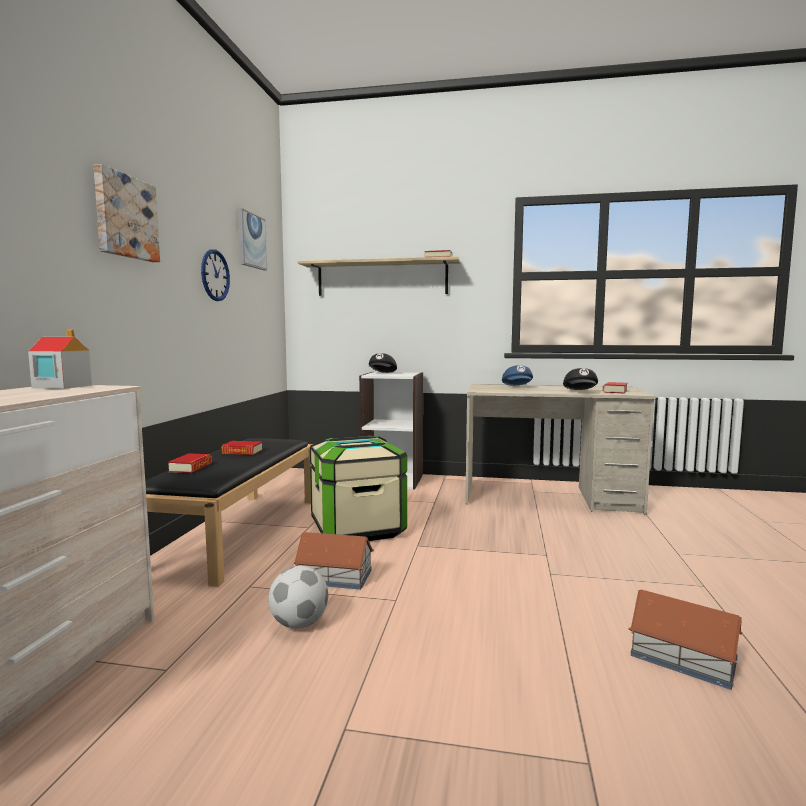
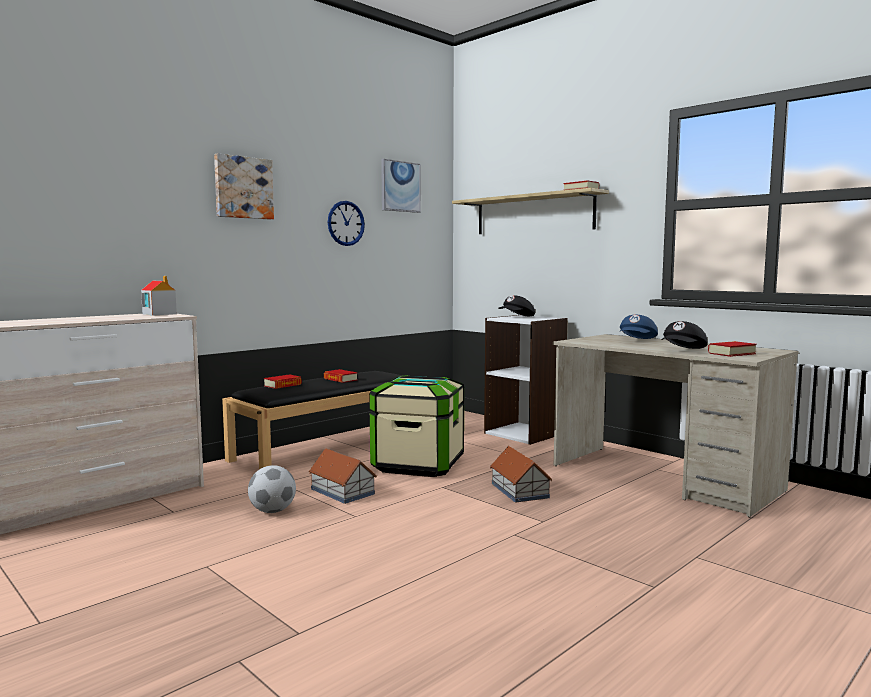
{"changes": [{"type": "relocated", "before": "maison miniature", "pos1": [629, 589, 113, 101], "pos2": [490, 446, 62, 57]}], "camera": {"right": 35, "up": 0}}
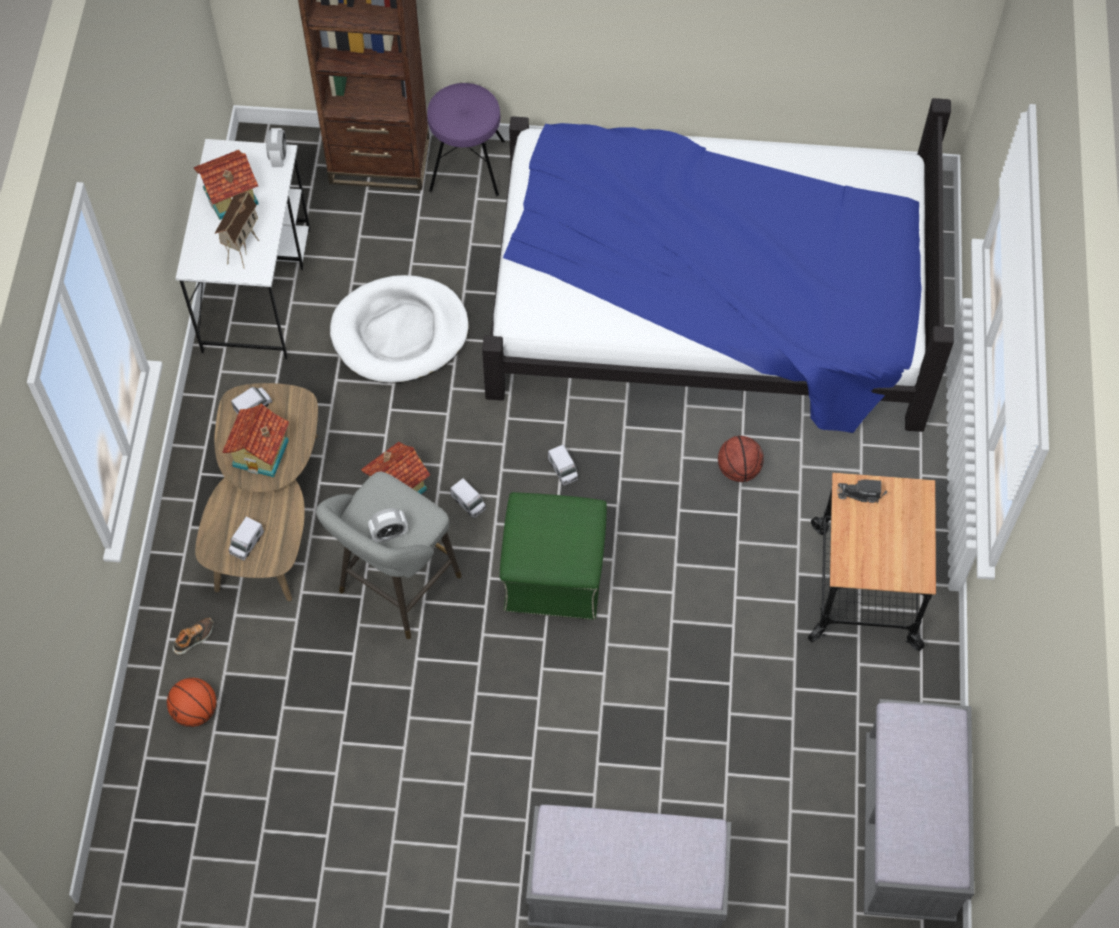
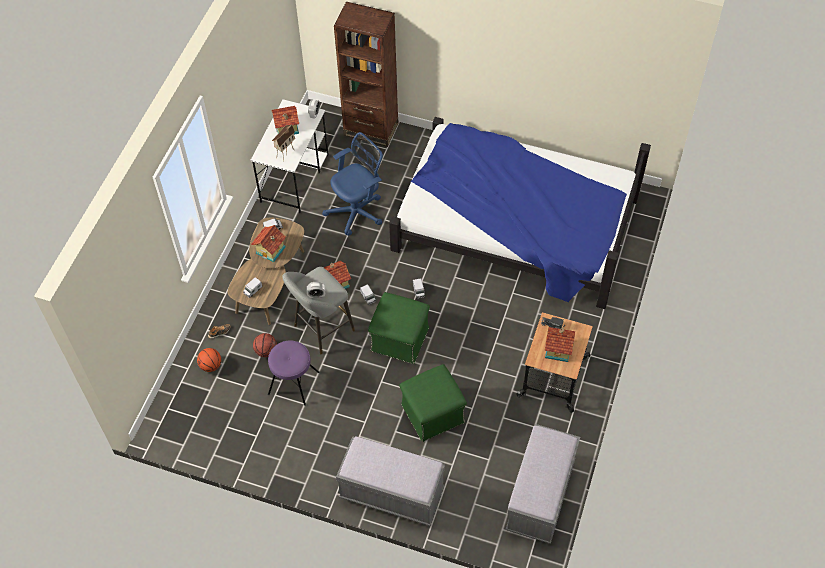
{"changes": [{"type": "relocated", "before": "ballon de basket", "pos1": [718, 436, 46, 46], "pos2": [253, 333, 24, 24]}, {"type": "relocated", "before": "tabouret/violet", "pos1": [427, 83, 78, 113], "pos2": [268, 340, 52, 66]}, {"type": "exchanged", "before": "panier pour chien/blanc", "after": "chaise de bureau/bleu", "pos1": [330, 275, 139, 108], "pos2": [322, 132, 61, 104]}, {"type": "appeared", "after": "pouf/vert", "pos2": [399, 364, 68, 78]}, {"type": "appeared", "after": "maison miniature", "pos2": [544, 327, 31, 35]}], "camera": {"right": 15, "up": -5}}
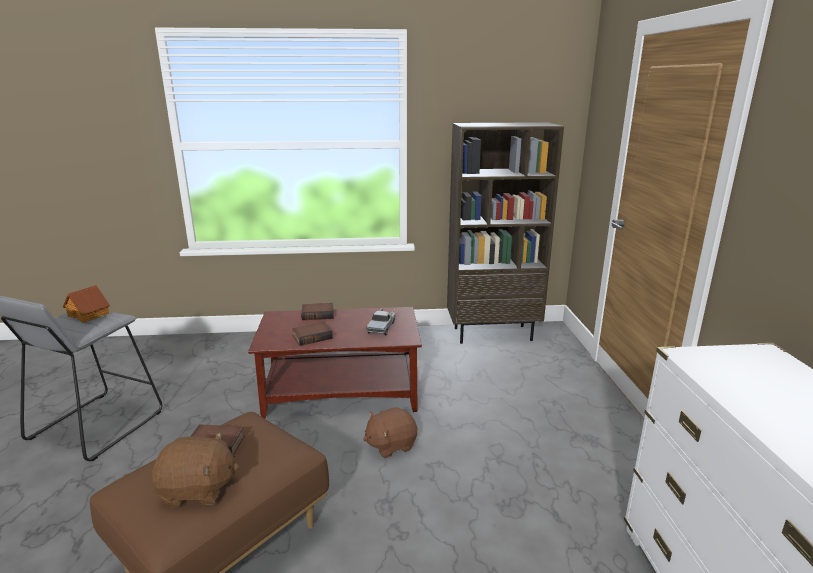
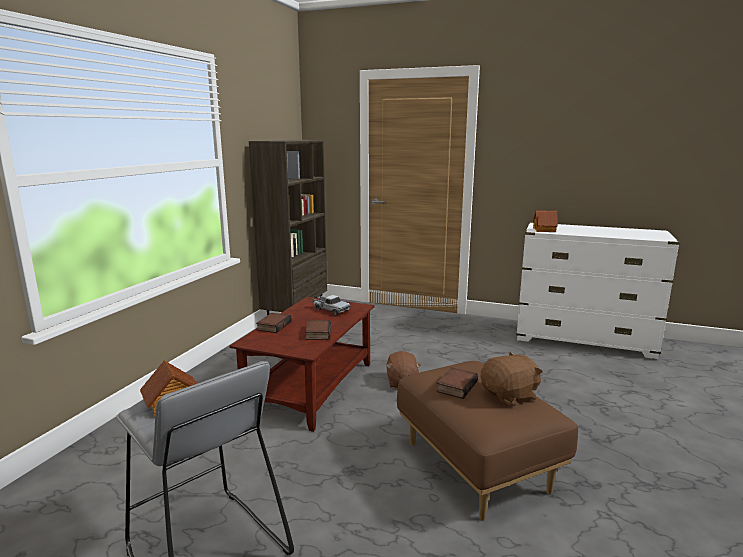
{"changes": [{"type": "spun", "before": "peluche/marron", "pos1": [152, 432, 88, 75], "pos2": [481, 352, 62, 55], "turn": 45}, {"type": "appeared", "after": "maison miniature", "pos2": [533, 210, 25, 22]}], "camera": {"right": -65, "up": -5}}
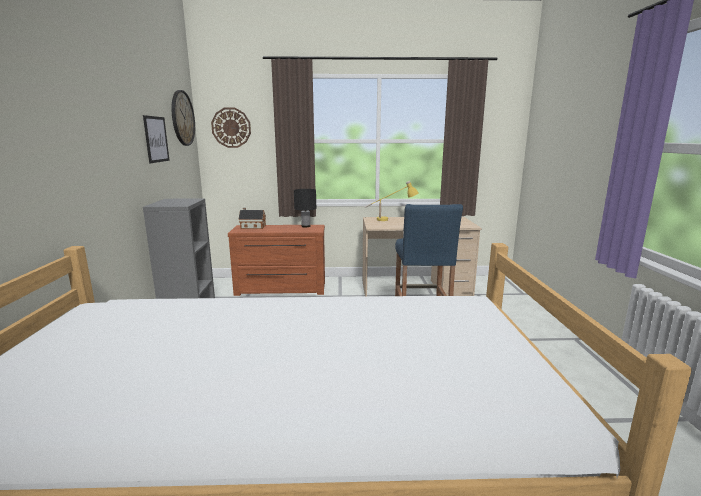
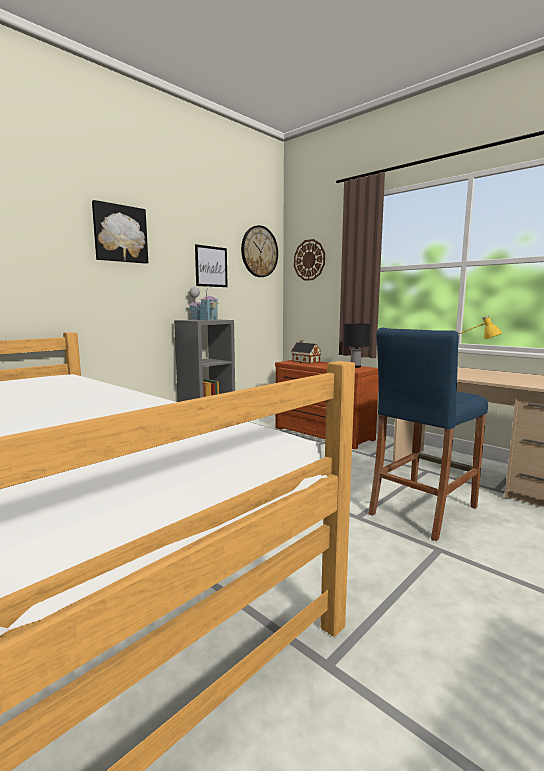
{"changes": [{"type": "appeared", "after": "tableau", "pos2": [92, 200, 56, 64]}, {"type": "appeared", "after": "maison miniature", "pos2": [188, 284, 31, 36]}], "camera": {"right": 45, "up": -5}}
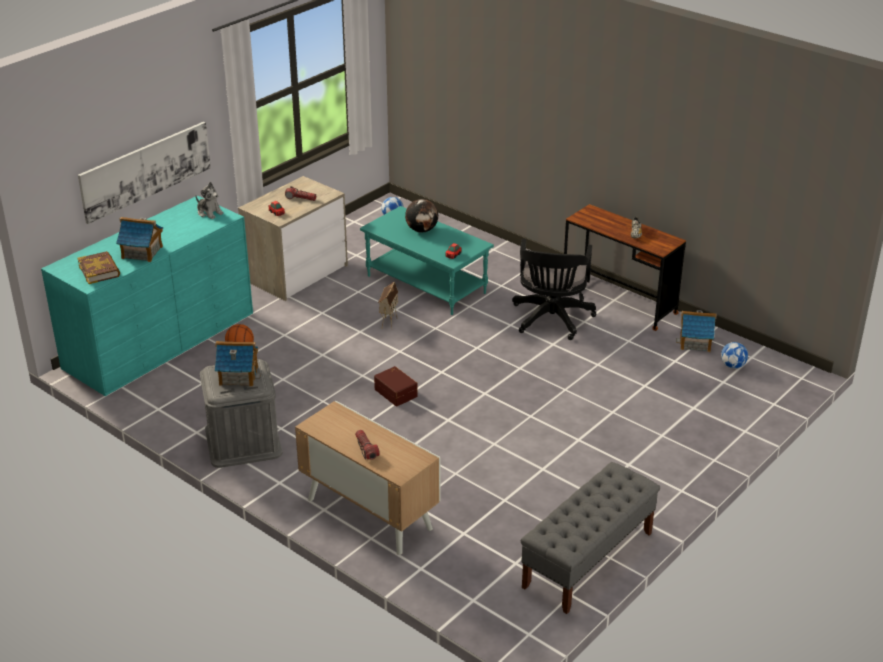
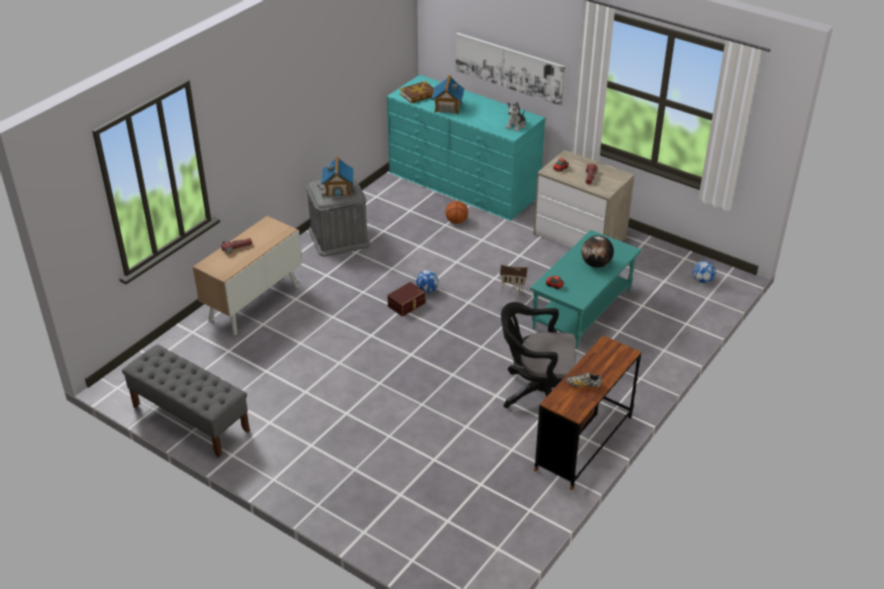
{"changes": [{"type": "relocated", "before": "ballon de foot", "pos1": [721, 342, 27, 27], "pos2": [416, 270, 23, 23]}, {"type": "missing", "before": "maison miniature", "pos1": [676, 310, 41, 42]}], "camera": {"right": 85, "up": 5}}
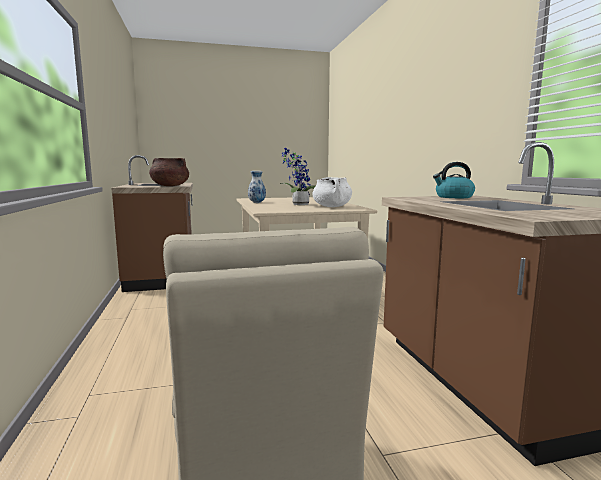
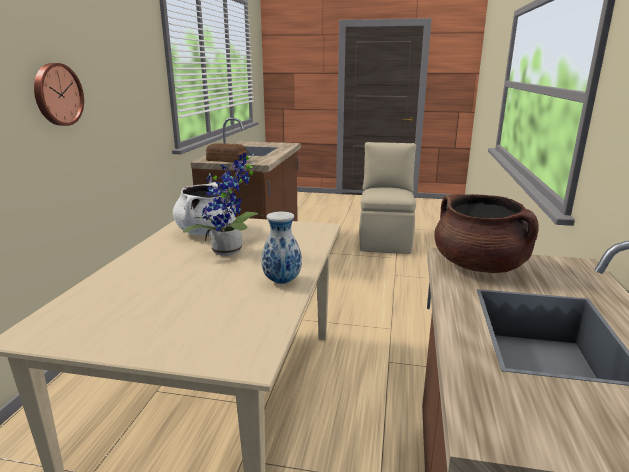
{"changes": [{"type": "appeared", "after": "horloge murale", "pos2": [34, 63, 50, 63]}, {"type": "exchanged", "before": "bouilloire", "after": "pain", "pos1": [433, 162, 42, 36], "pos2": [206, 143, 41, 19]}], "camera": {"right": -155, "up": 10}}
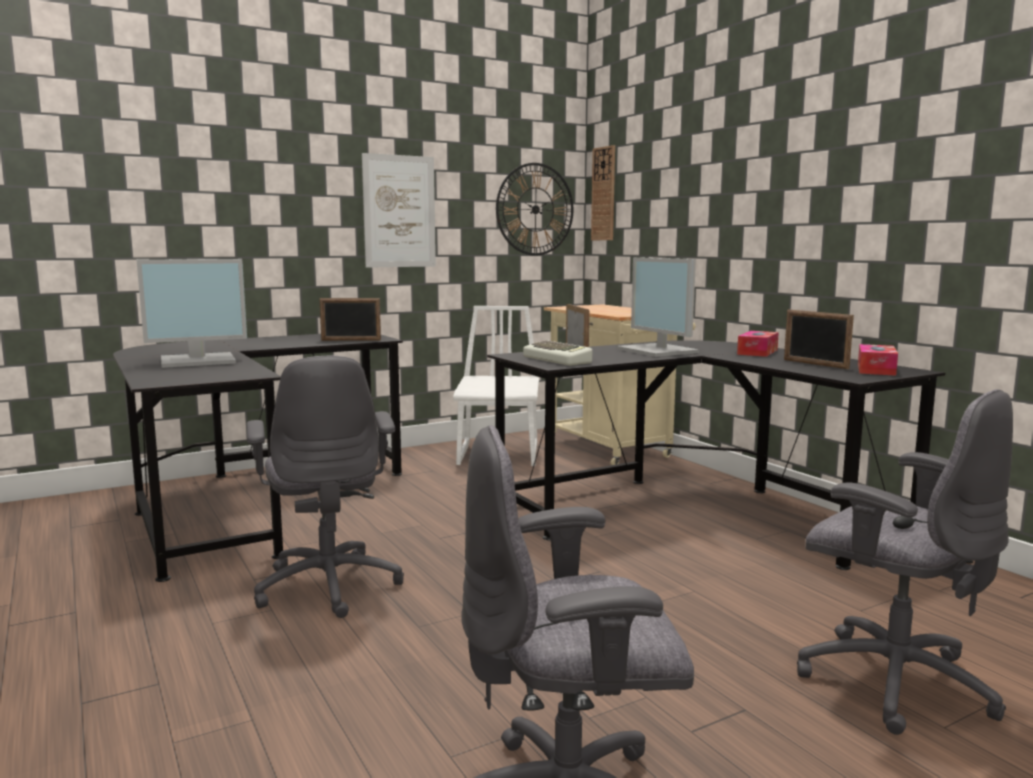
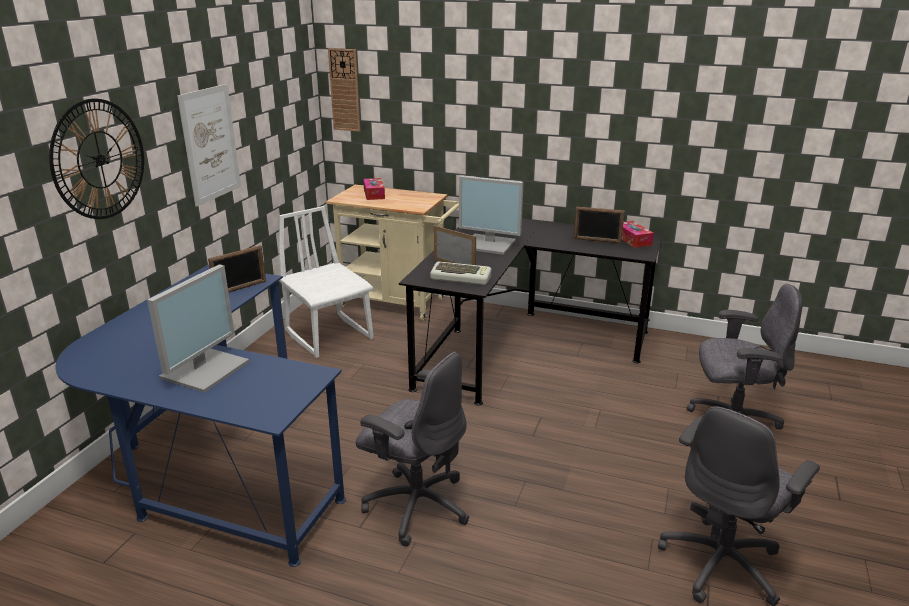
{"changes": [{"type": "relocated", "before": "horloge murale", "pos1": [496, 163, 77, 93], "pos2": [49, 99, 95, 120]}, {"type": "colour", "before": "bureau/noir", "after": "bureau/bleu", "pos1": [113, 334, 290, 248], "pos2": [55, 265, 291, 302]}, {"type": "relocated", "before": "boîte à mouchoirs", "pos1": [737, 331, 42, 26], "pos2": [363, 178, 22, 22]}], "camera": {"right": -40, "up": 15}}
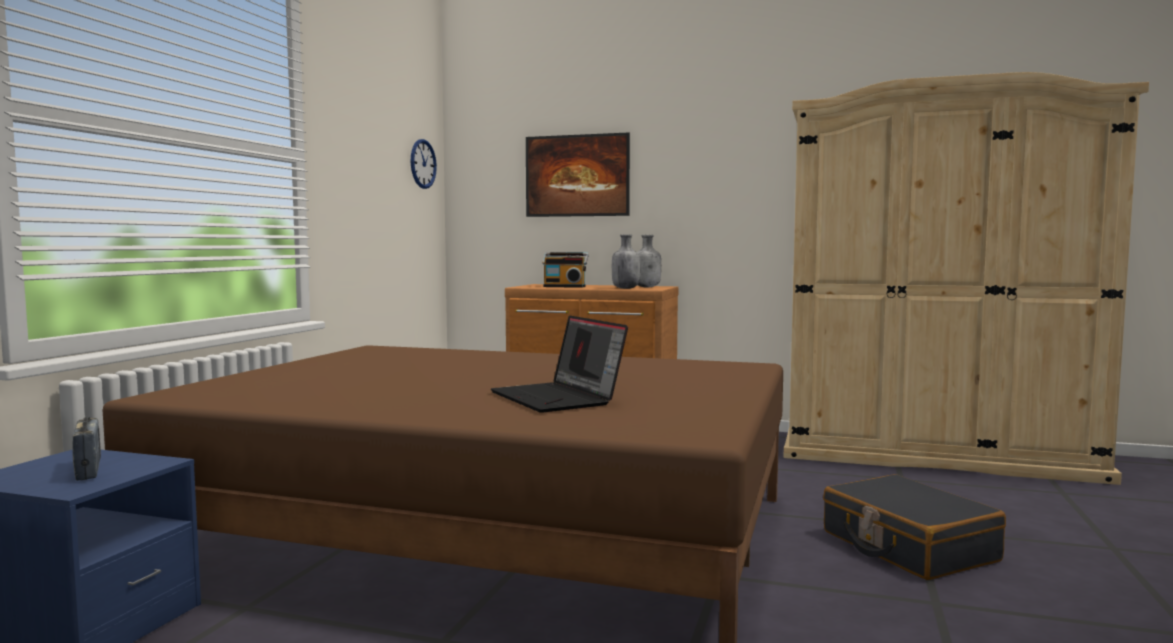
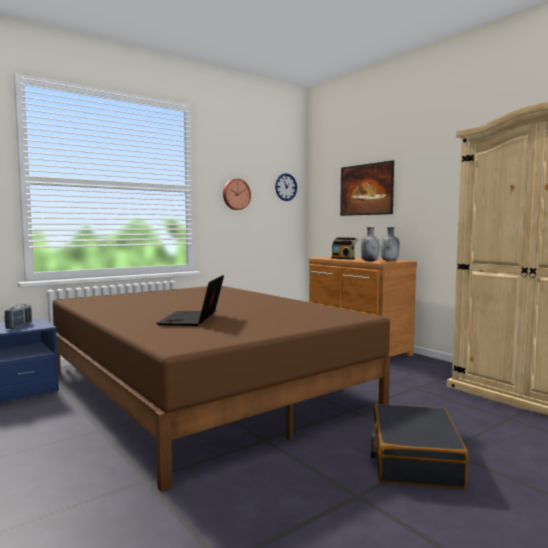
{"changes": [{"type": "appeared", "after": "horloge murale", "pos2": [223, 179, 28, 31]}], "camera": {"right": 35, "up": 0}}
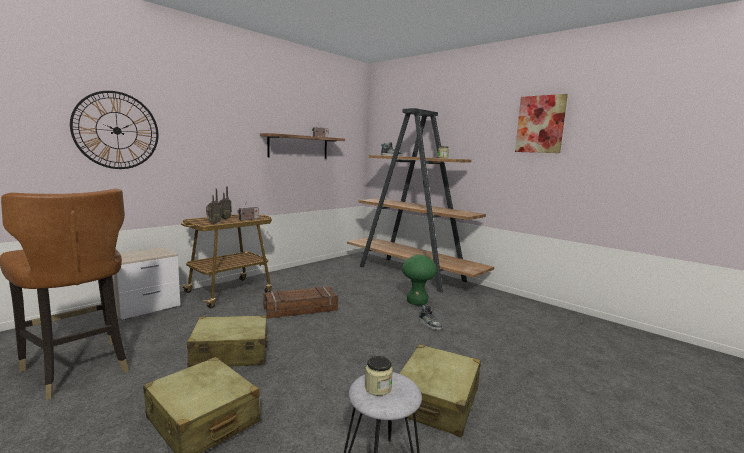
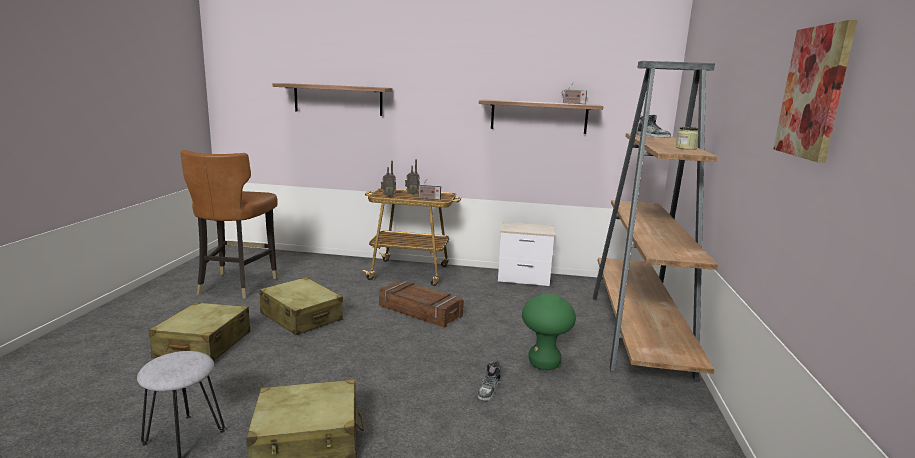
{"changes": [{"type": "exchanged", "before": "horloge murale", "after": "étagère", "pos1": [70, 91, 88, 78], "pos2": [273, 83, 120, 33]}, {"type": "relocated", "before": "table de chevet", "pos1": [112, 247, 68, 74], "pos2": [498, 221, 57, 66]}, {"type": "missing", "before": "bocal", "pos1": [365, 356, 28, 40]}], "camera": {"right": 55, "up": 5}}
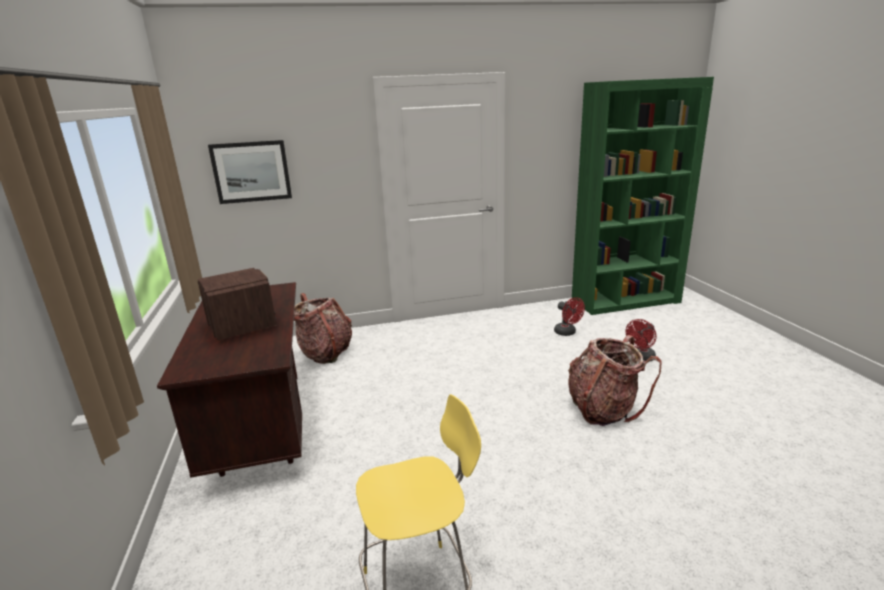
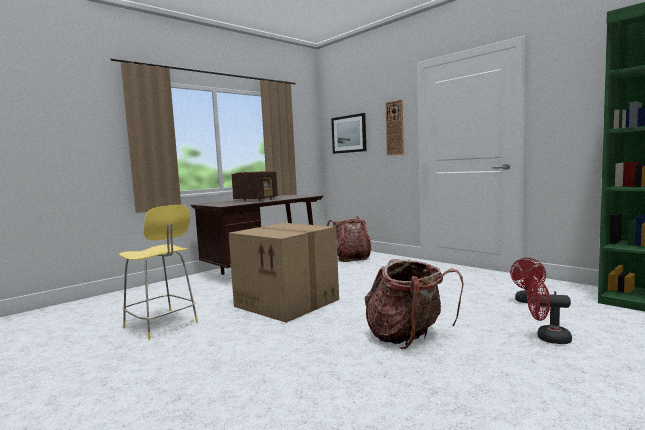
{"changes": [{"type": "appeared", "after": "carton", "pos2": [228, 223, 111, 100]}, {"type": "appeared", "after": "horloge murale", "pos2": [385, 100, 19, 55]}], "camera": {"right": 60, "up": -15}}
